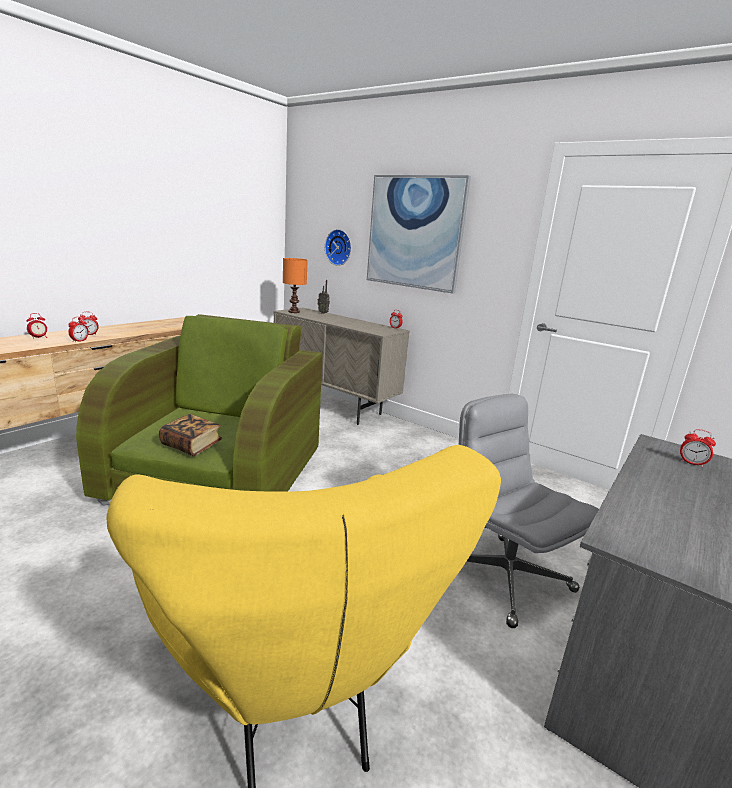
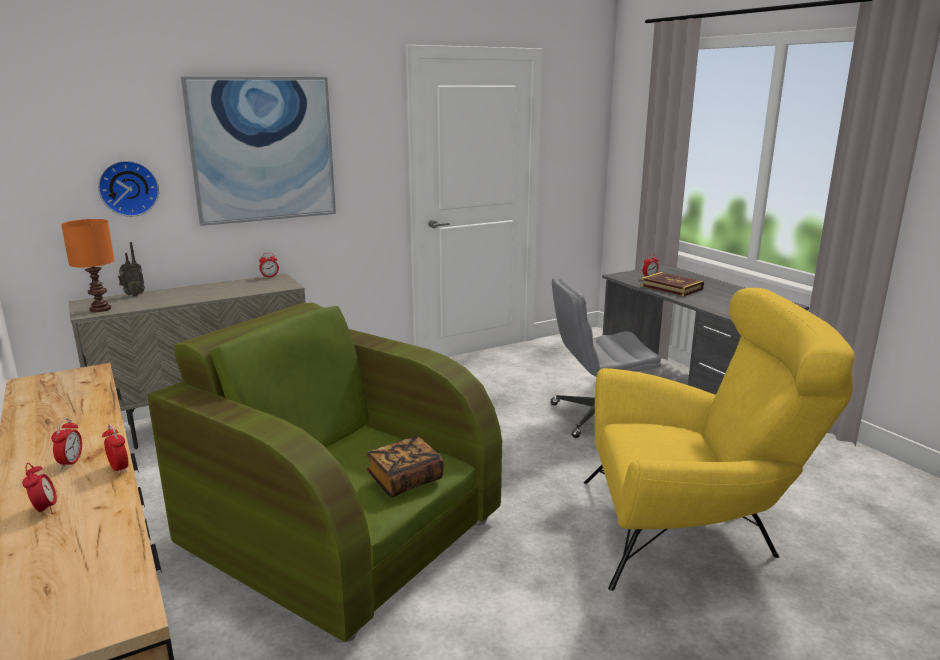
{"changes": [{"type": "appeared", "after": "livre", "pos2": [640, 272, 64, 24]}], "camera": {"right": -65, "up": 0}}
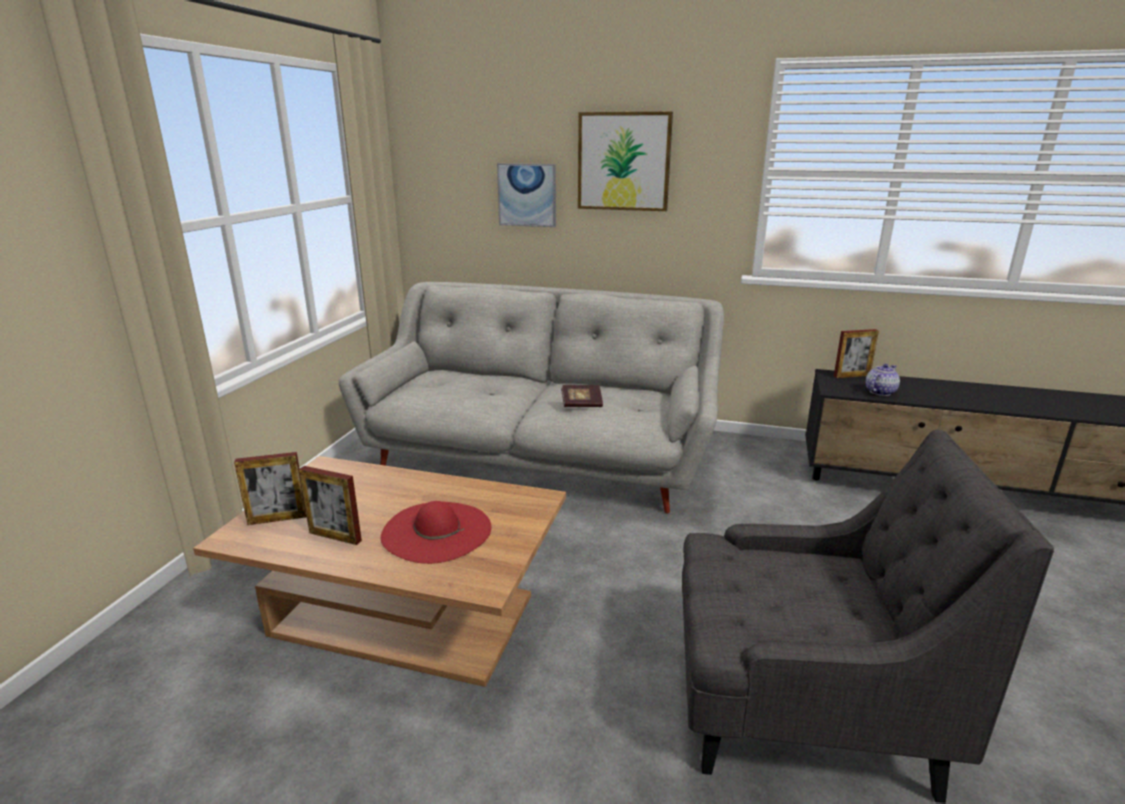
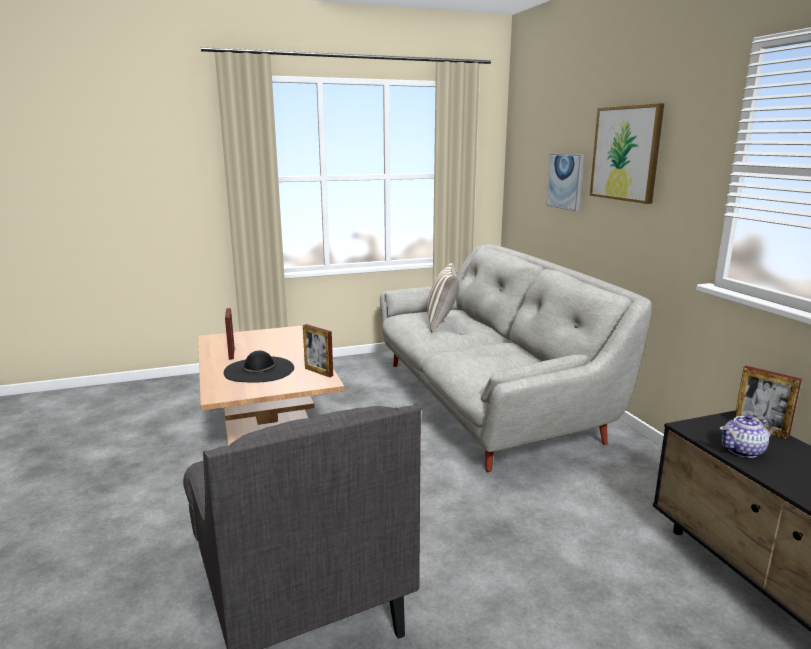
{"changes": [{"type": "colour", "before": "chapeau/rouge", "after": "chapeau/noir", "pos1": [381, 501, 110, 63], "pos2": [224, 351, 70, 32]}, {"type": "relocated", "before": "cadre photo", "pos1": [234, 452, 73, 73], "pos2": [303, 324, 30, 53]}, {"type": "appeared", "after": "coussin", "pos2": [427, 263, 32, 70]}, {"type": "spun", "before": "théière", "pos1": [866, 364, 34, 32], "pos2": [720, 414, 53, 44], "turn": 150}, {"type": "missing", "before": "livre", "pos1": [561, 385, 42, 22]}], "camera": {"right": 55, "up": -5}}
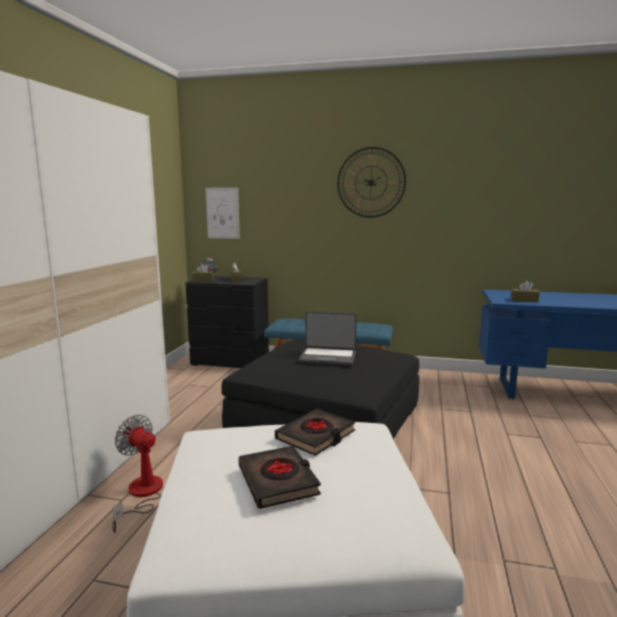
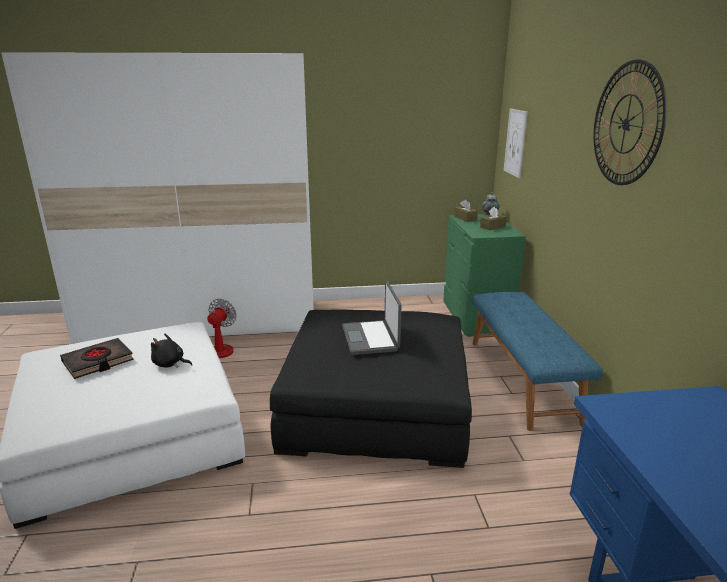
{"changes": [{"type": "exchanged", "before": "livre/noir", "after": "peluche/noir", "pos1": [275, 409, 81, 47], "pos2": [151, 334, 41, 34]}, {"type": "colour", "before": "commode/noir", "after": "commode/vert", "pos1": [185, 276, 84, 92], "pos2": [443, 214, 83, 123]}, {"type": "missing", "before": "boîte à mouchoirs/marron", "pos1": [511, 280, 29, 22]}], "camera": {"right": 70, "up": 10}}
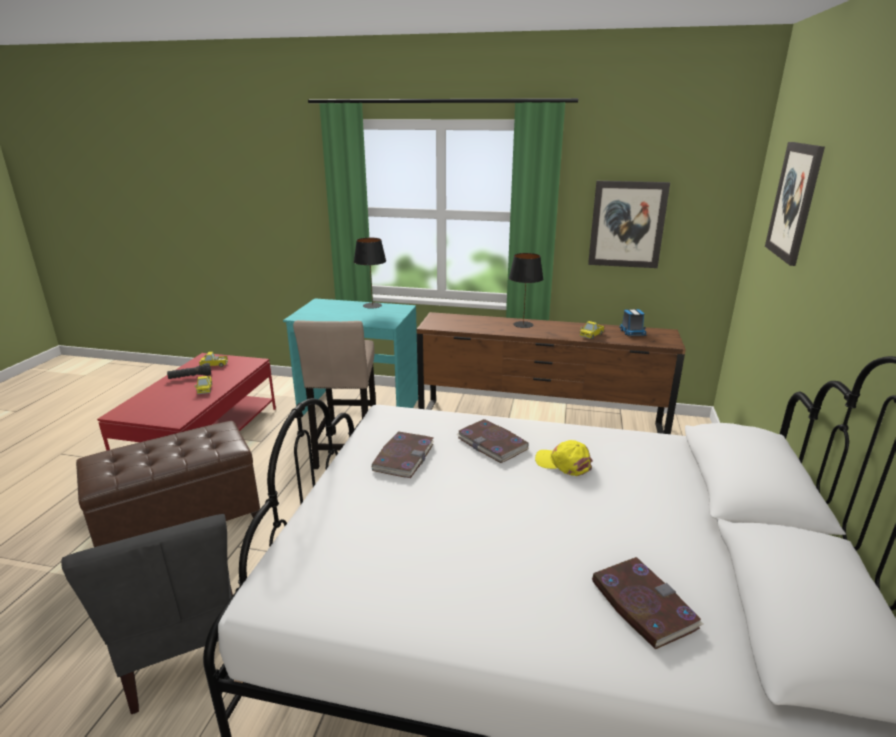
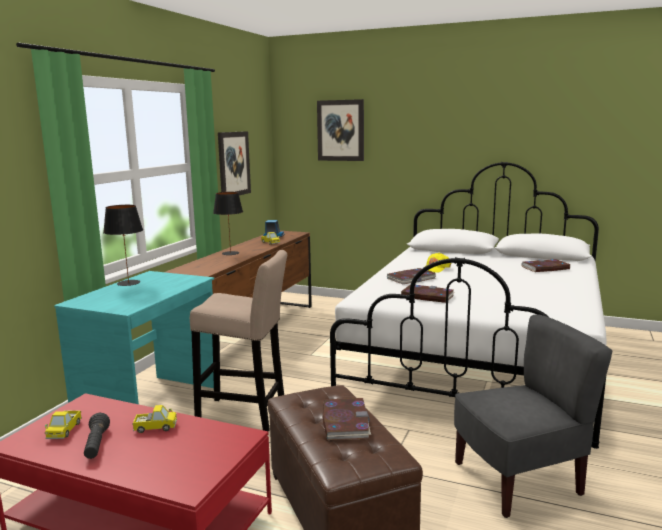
{"changes": [{"type": "appeared", "after": "livre", "pos2": [323, 398, 48, 42]}], "camera": {"right": -80, "up": -10}}
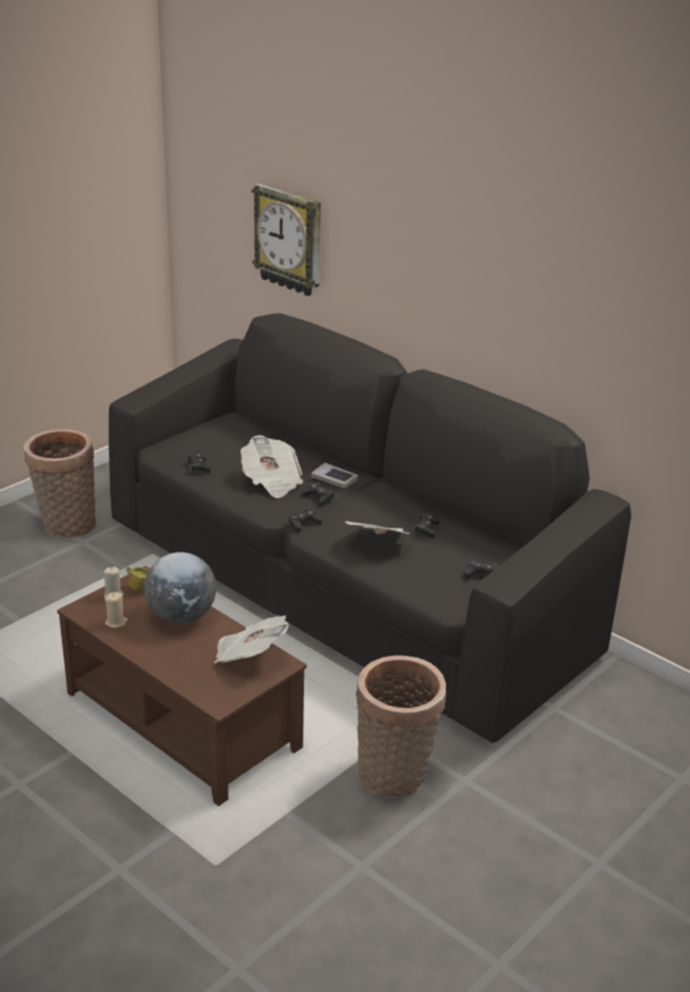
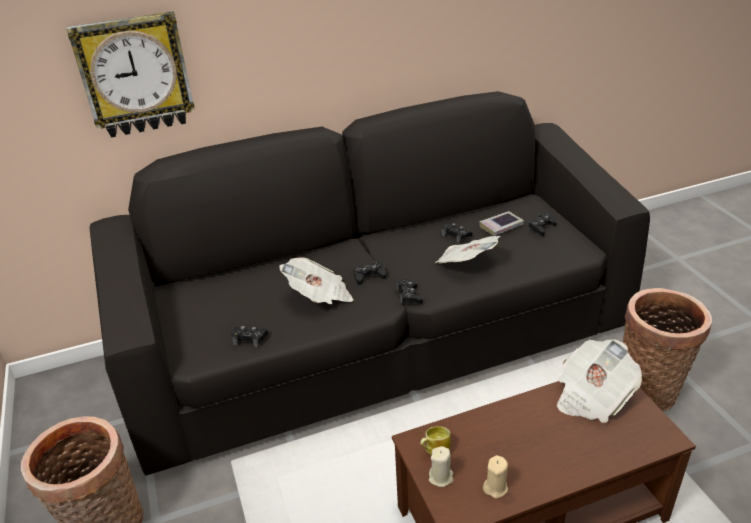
{"changes": [{"type": "relocated", "before": "livre", "pos1": [311, 463, 47, 25], "pos2": [479, 211, 45, 25]}, {"type": "missing", "before": "globe", "pos1": [144, 552, 72, 72]}], "camera": {"right": -60, "up": 5}}
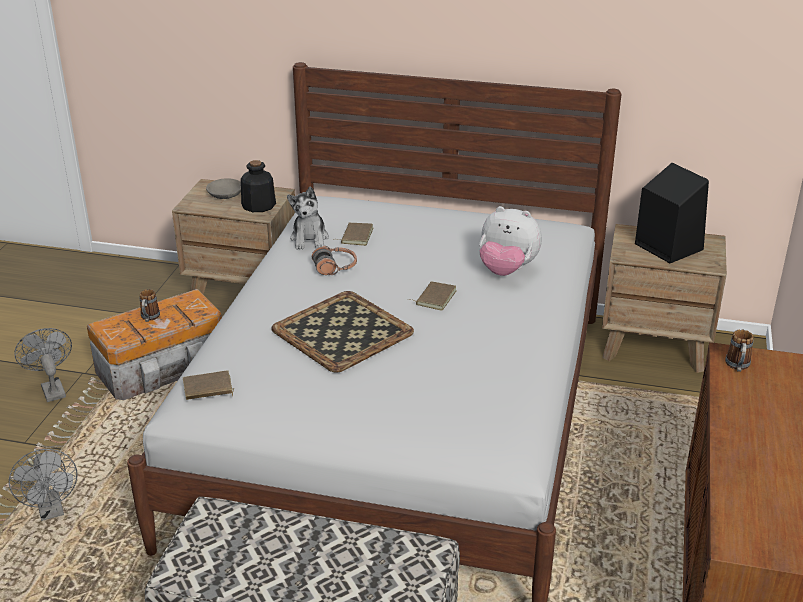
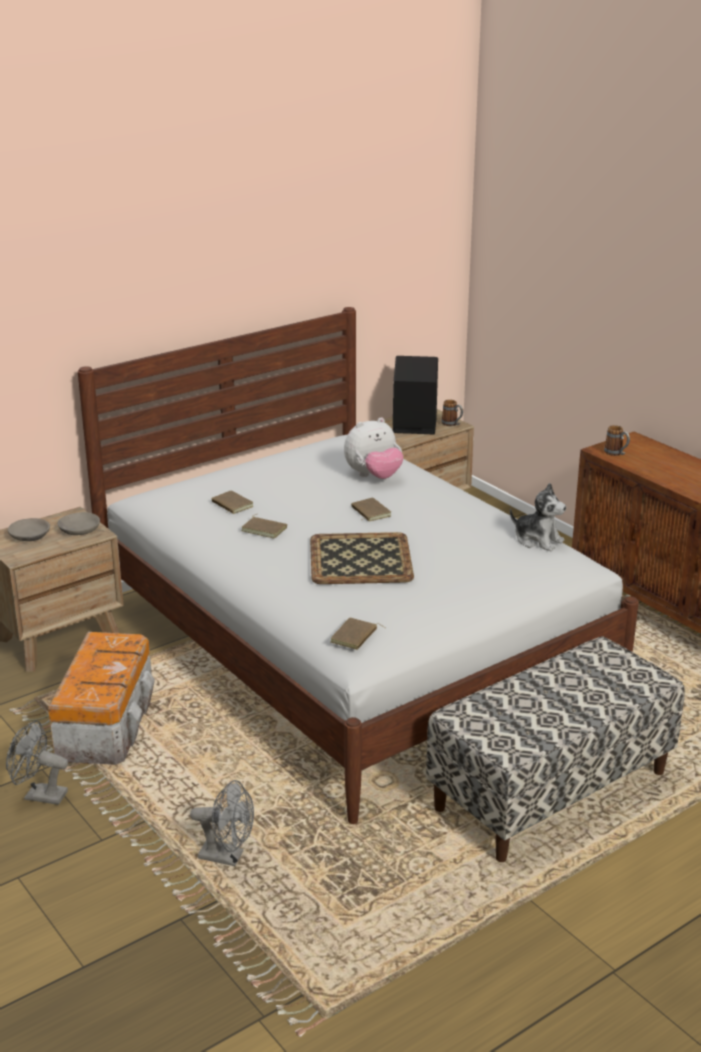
{"changes": [{"type": "exchanged", "before": "bouteille", "after": "bol/gris", "pos1": [241, 160, 35, 52], "pos2": [58, 512, 42, 23]}, {"type": "exchanged", "before": "casque audio", "after": "livre/marron", "pos1": [312, 246, 45, 29], "pos2": [241, 514, 46, 25]}, {"type": "relocated", "before": "mug", "pos1": [140, 289, 20, 33], "pos2": [441, 400, 22, 26]}, {"type": "relocated", "before": "peluche", "pos1": [287, 186, 42, 64], "pos2": [510, 483, 56, 68]}], "camera": {"right": -50, "up": -5}}
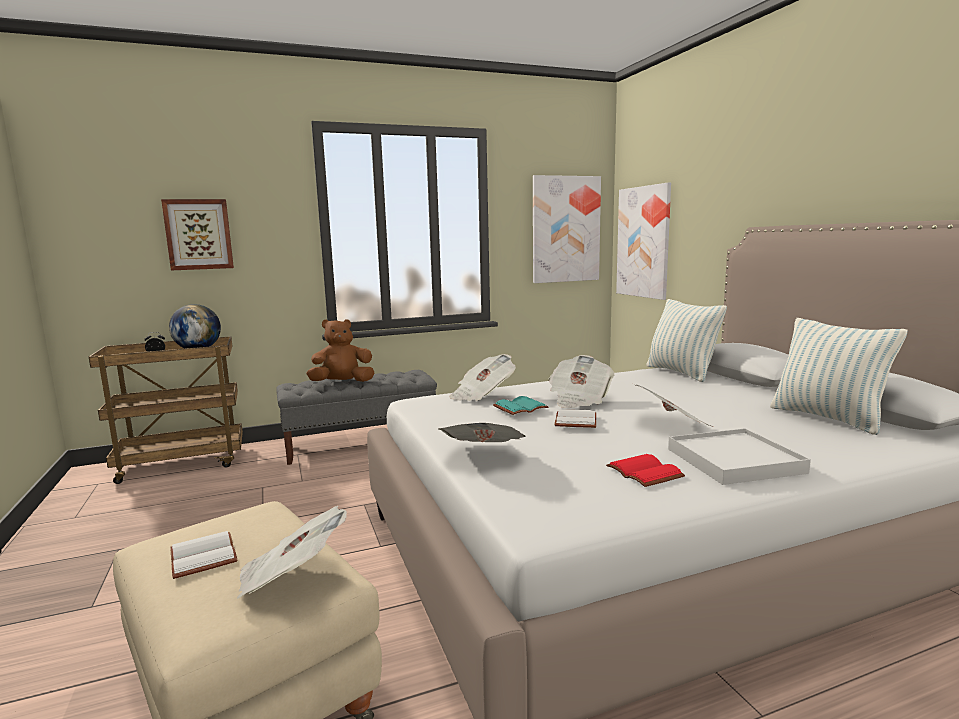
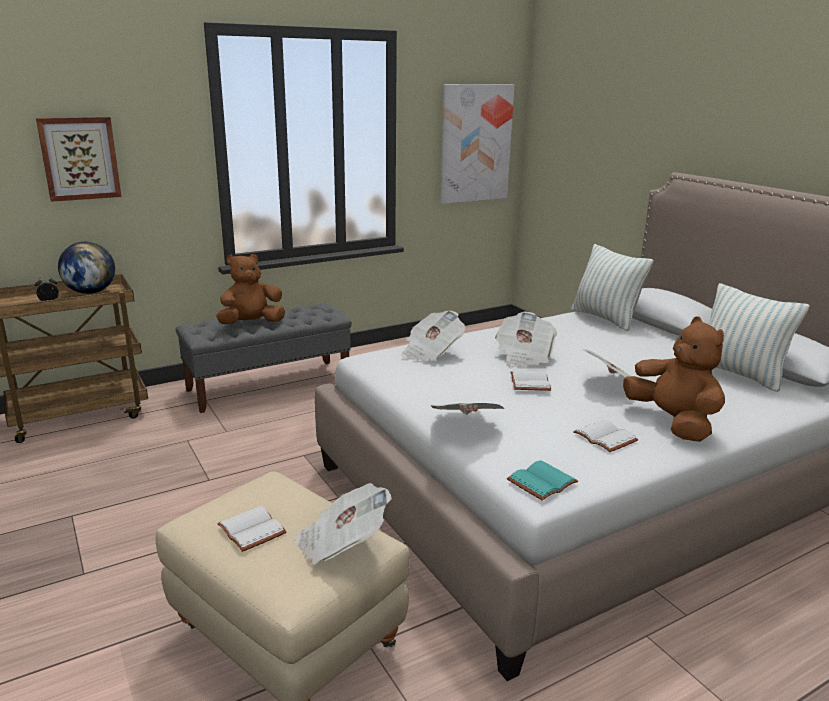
{"changes": [{"type": "relocated", "before": "livre/turquoise", "pos1": [493, 396, 55, 19], "pos2": [507, 460, 71, 41]}, {"type": "colour", "before": "livre/rouge", "after": "livre/blanc", "pos1": [606, 454, 79, 33], "pos2": [573, 420, 65, 32]}, {"type": "exchanged", "before": "plateau/blanc", "after": "peluche/marron", "pos1": [668, 428, 143, 57], "pos2": [623, 316, 102, 126]}, {"type": "missing", "before": "tableau", "pos1": [616, 183, 55, 117]}], "camera": {"right": -10, "up": 10}}
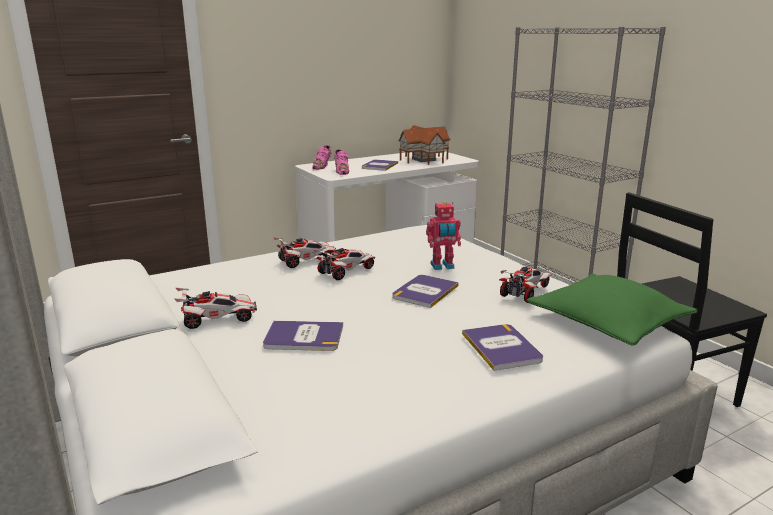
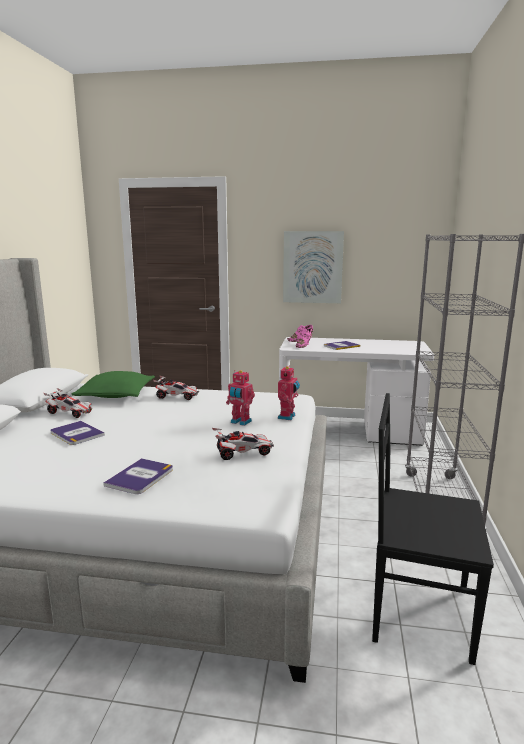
{"changes": [{"type": "relocated", "before": "coussin/vert", "pos1": [527, 274, 171, 72], "pos2": [72, 371, 83, 27]}, {"type": "appeared", "after": "robot jouet", "pos2": [278, 366, 22, 54]}, {"type": "appeared", "after": "tableau", "pos2": [283, 231, 61, 72]}, {"type": "missing", "before": "petite voiture", "pos1": [314, 248, 61, 32]}, {"type": "missing", "before": "livre", "pos1": [392, 275, 67, 33]}, {"type": "missing", "before": "maison miniature", "pos1": [398, 125, 52, 40]}], "camera": {"right": 40, "up": -5}}
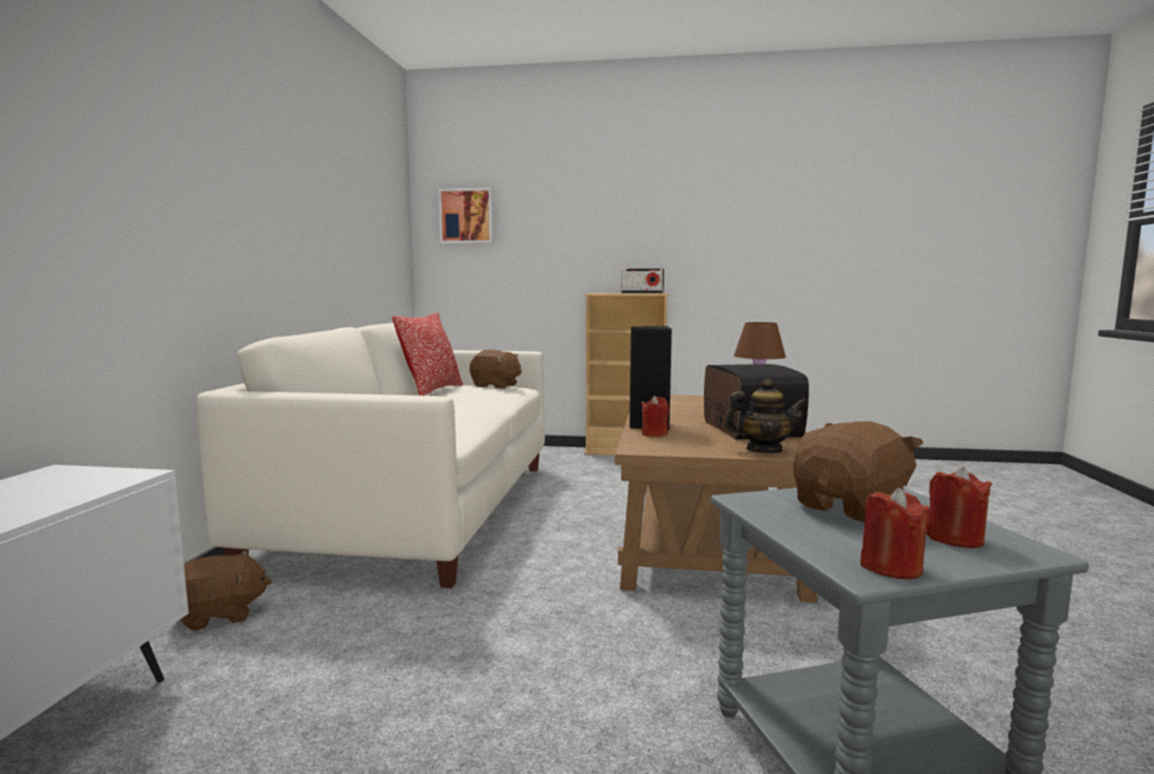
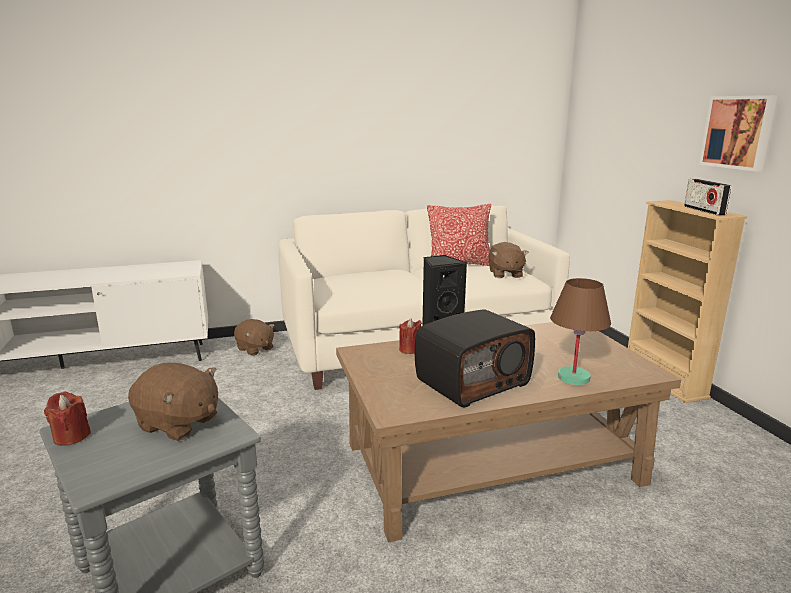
{"changes": [{"type": "relocated", "before": "tableau", "pos1": [439, 188, 55, 56], "pos2": [699, 95, 79, 77]}, {"type": "missing", "before": "théière", "pos1": [724, 379, 83, 74]}, {"type": "missing", "before": "bougie/rouge", "pos1": [926, 467, 66, 81]}], "camera": {"right": 65, "up": 10}}
